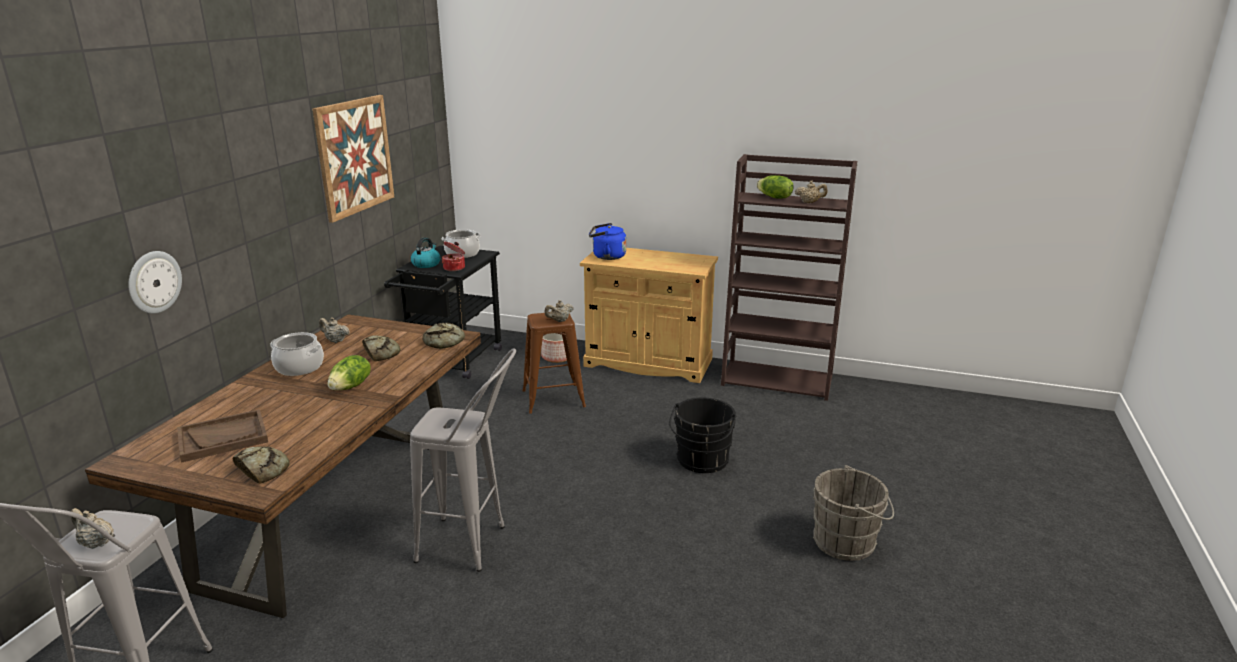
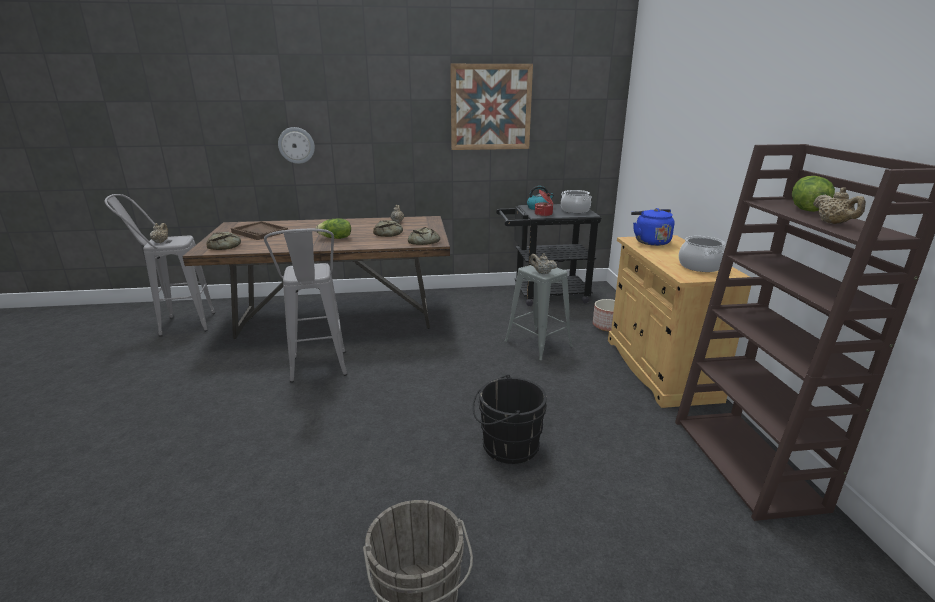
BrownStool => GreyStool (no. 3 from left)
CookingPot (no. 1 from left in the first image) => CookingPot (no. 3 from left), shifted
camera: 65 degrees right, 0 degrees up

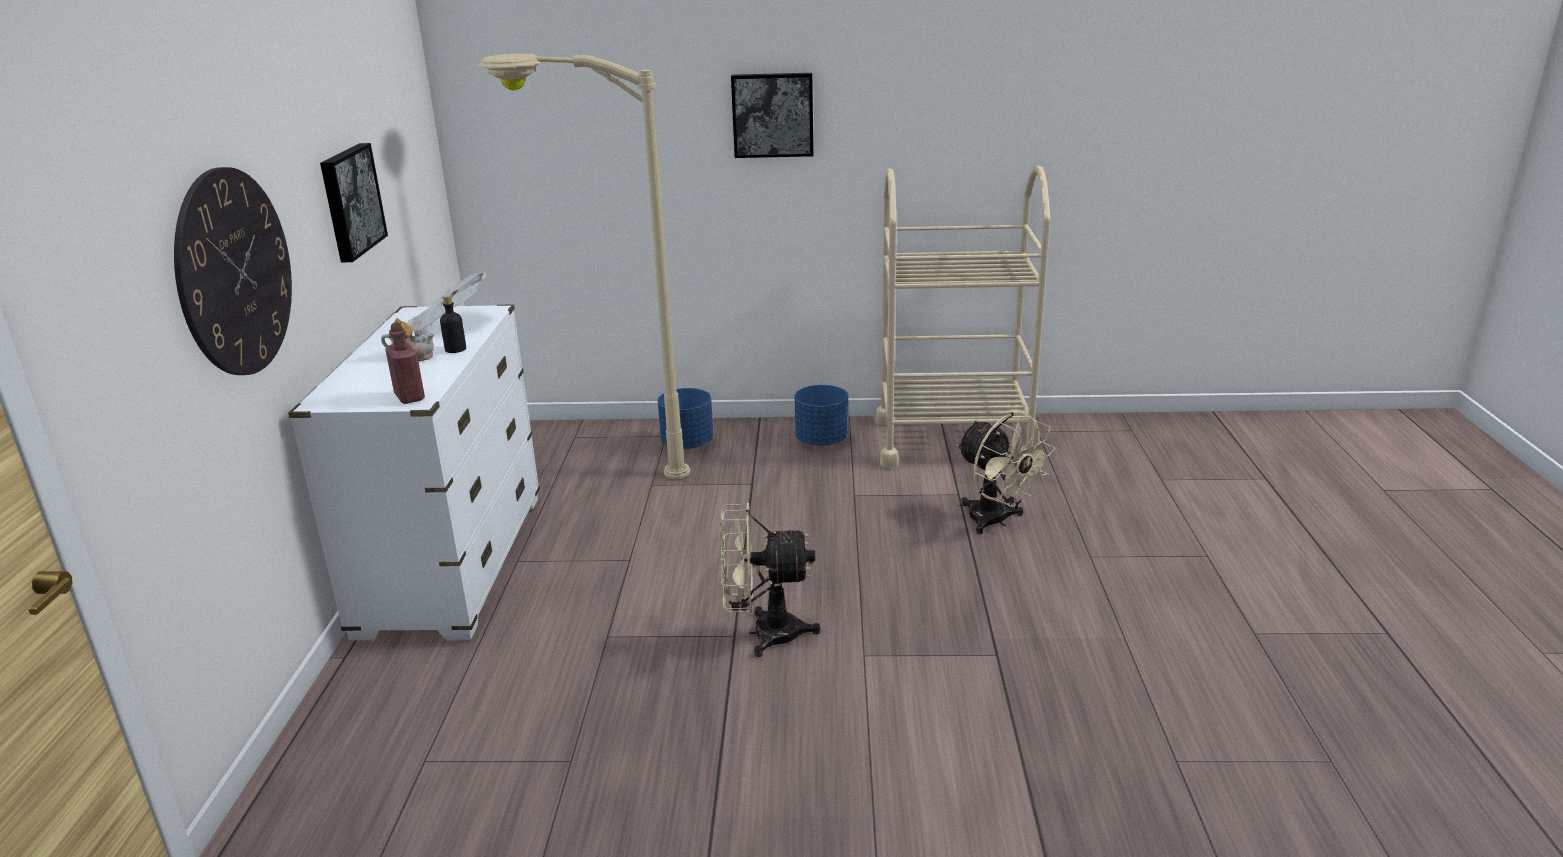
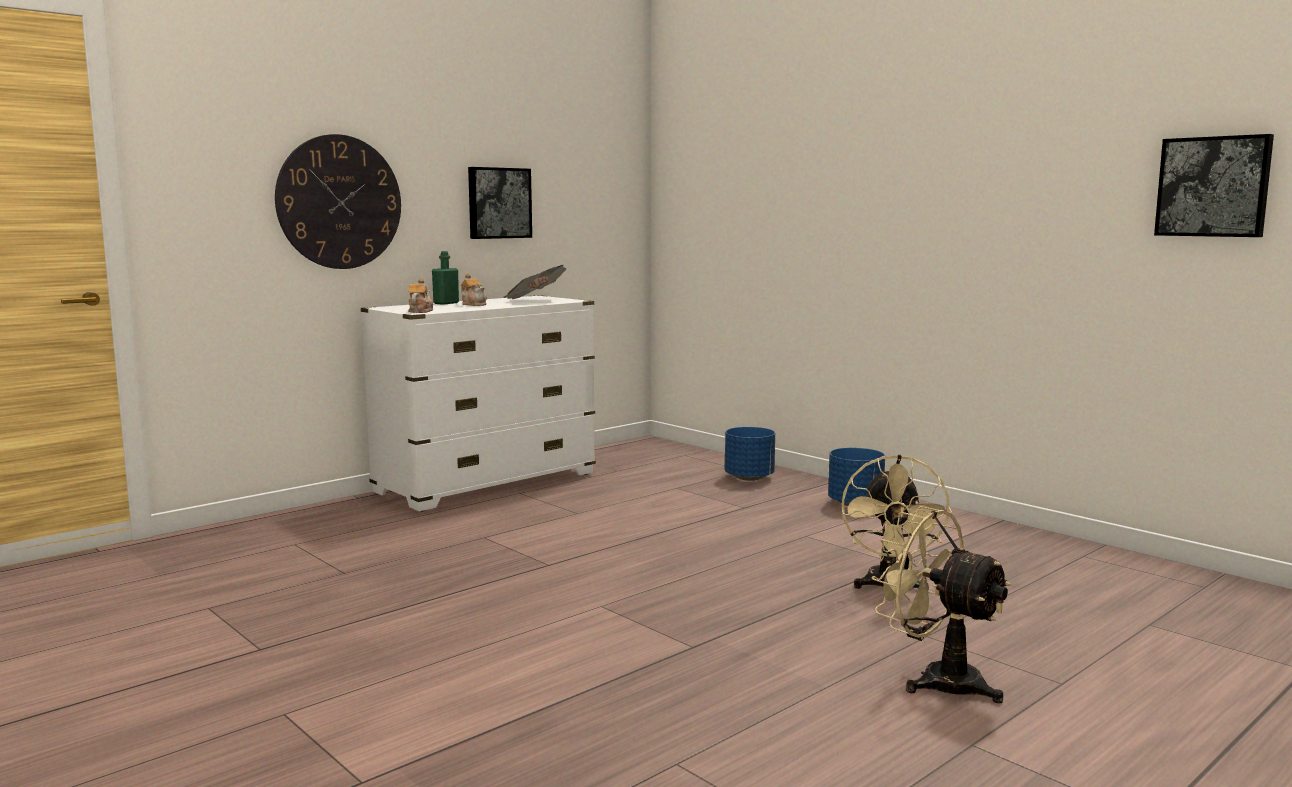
BeigeFloorLamp => nothing
Picture (no. 2 from left), shifted
BeigeCart => nothing
BlackBottle => nothing
RedBottle => Teapot (no. 1 from left)
BeigeFan (no. 1 from left in the first image) => BeigeFan (no. 2 from left), shifted
nothing => GreenBottle
camera: 45 degrees right, 15 degrees down

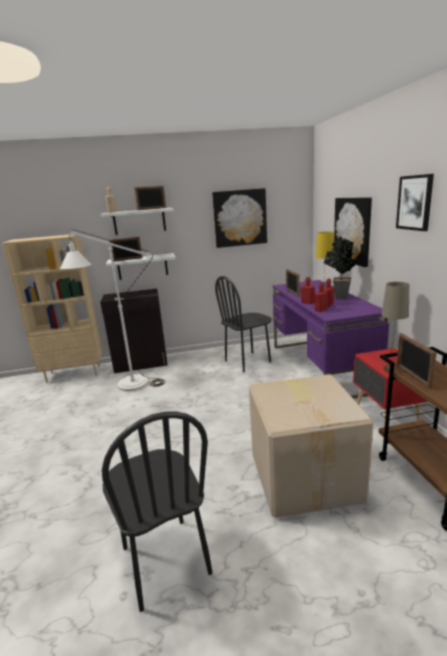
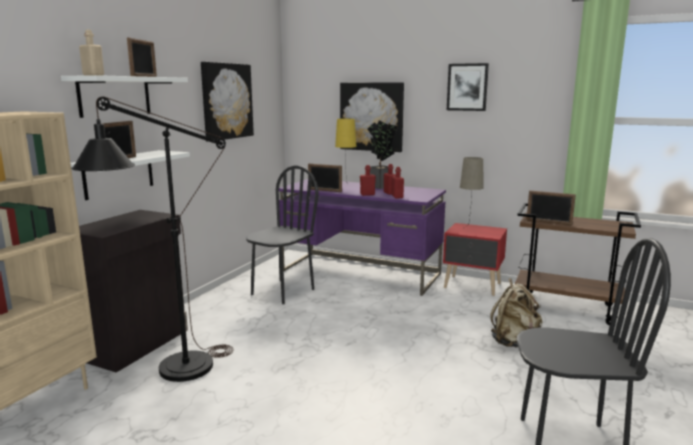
WhiteFloorLamp => BlackFloorLamp
BlackChair (no. 2 from left in the first image) => BlackChair (no. 1 from left), 150 degrees counterclockwise
CardboardBox => BeigeBackpack
camera: 55 degrees left, 5 degrees down

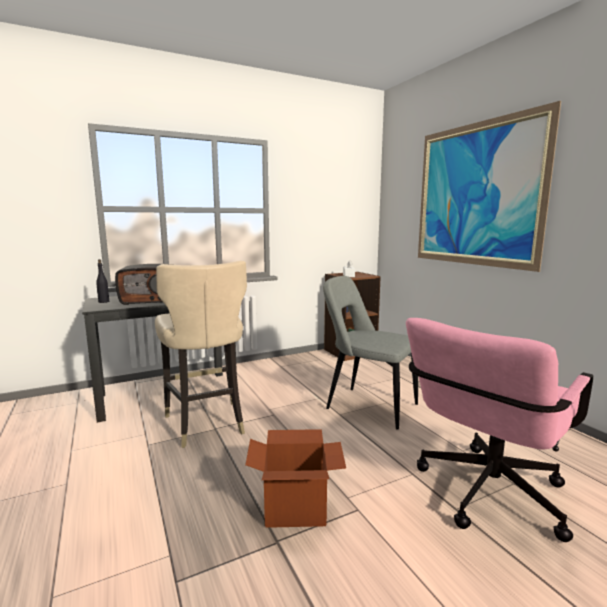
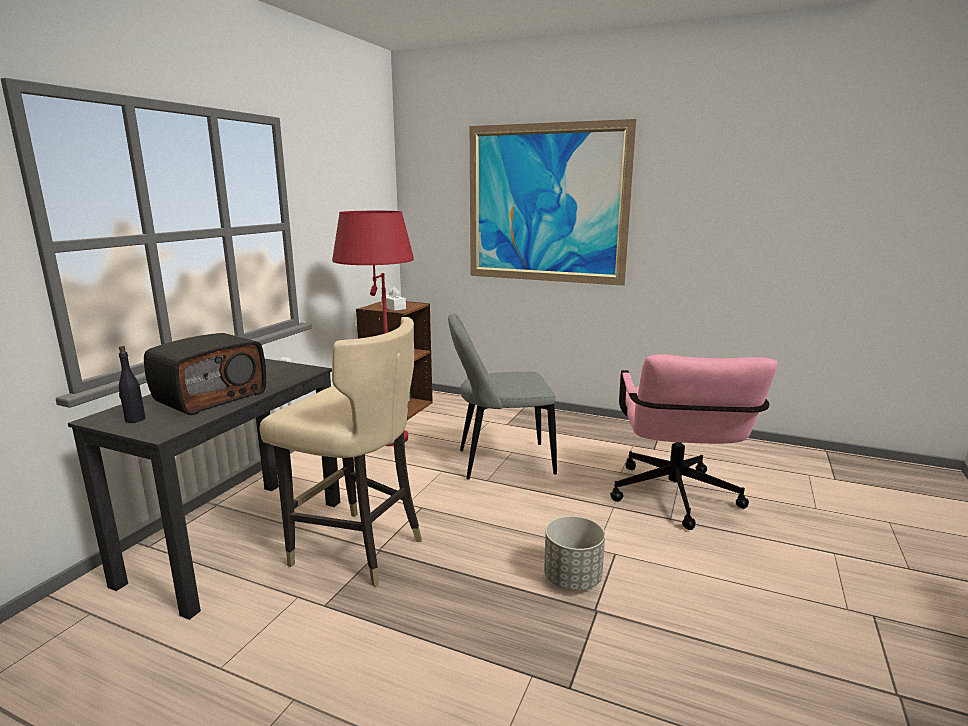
CardboardBox => GreyPlanter
nothing => RedFloorLamp
camera: 40 degrees left, 5 degrees up

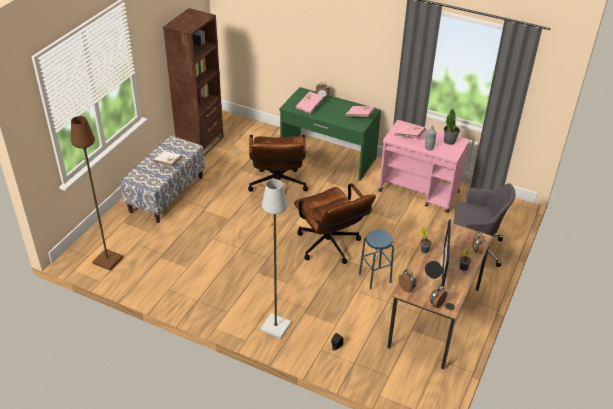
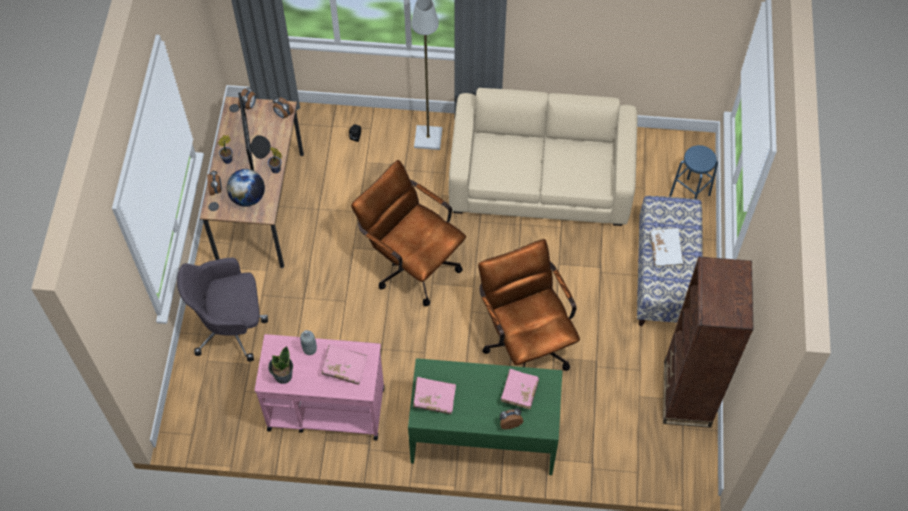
BrownFloorLamp => nothing
BlueStool, shifted
nothing => BeigeSofa
nothing => Globe
camera: 160 degrees right, 20 degrees up

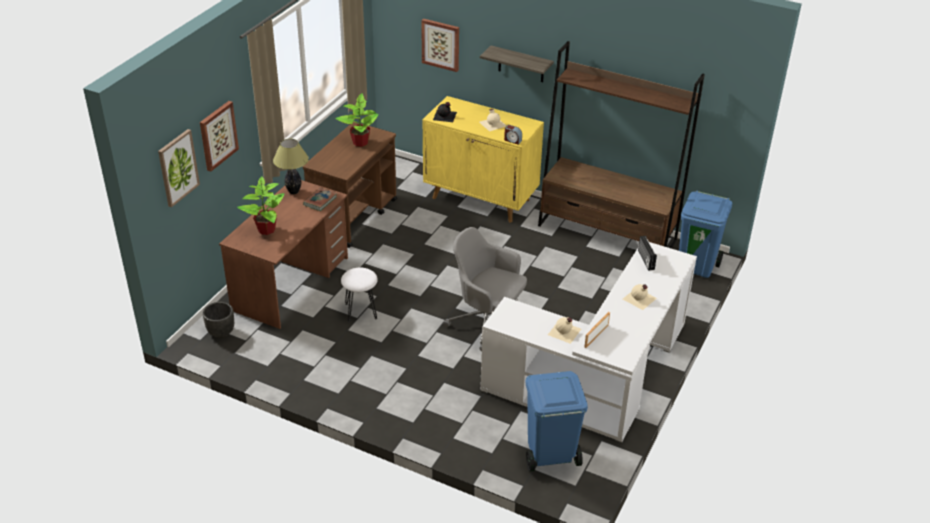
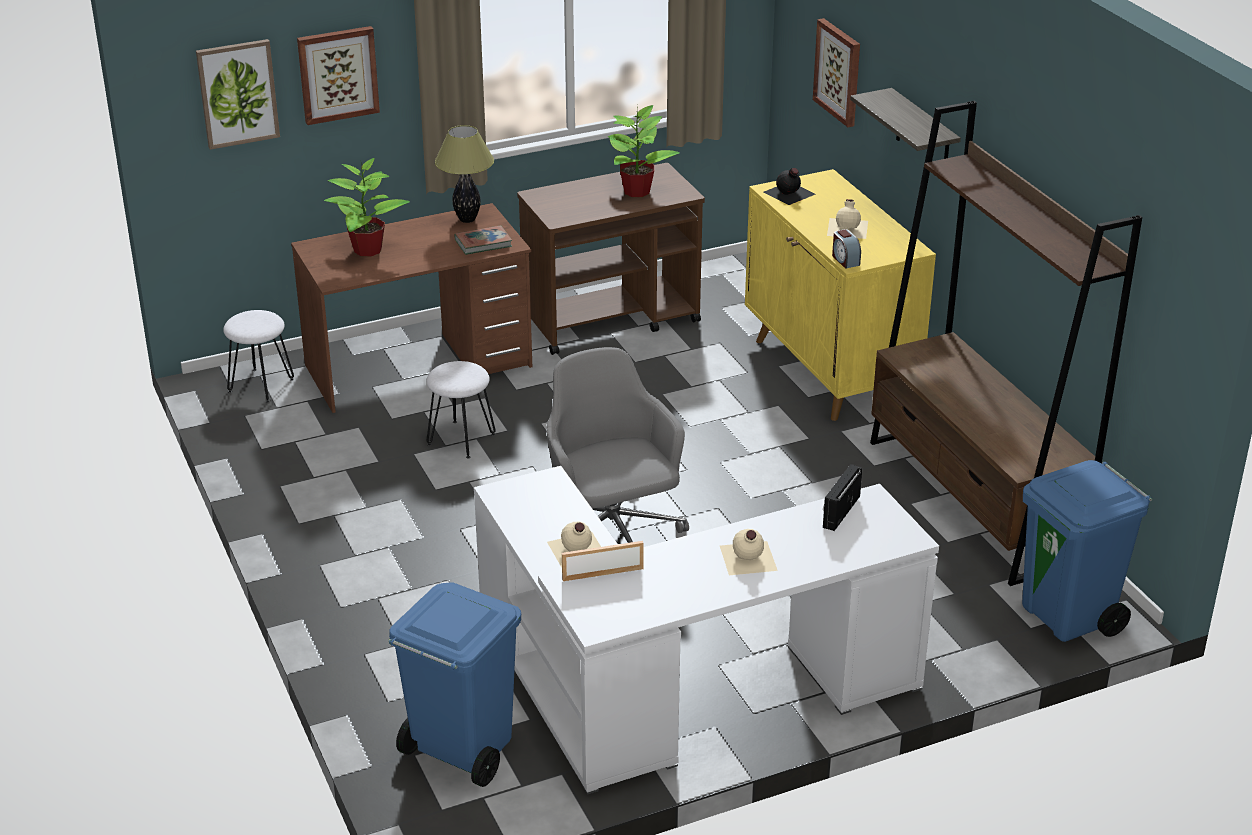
BlackPlanter => WhiteStool (no. 1 from left)
camera: 40 degrees right, 5 degrees down

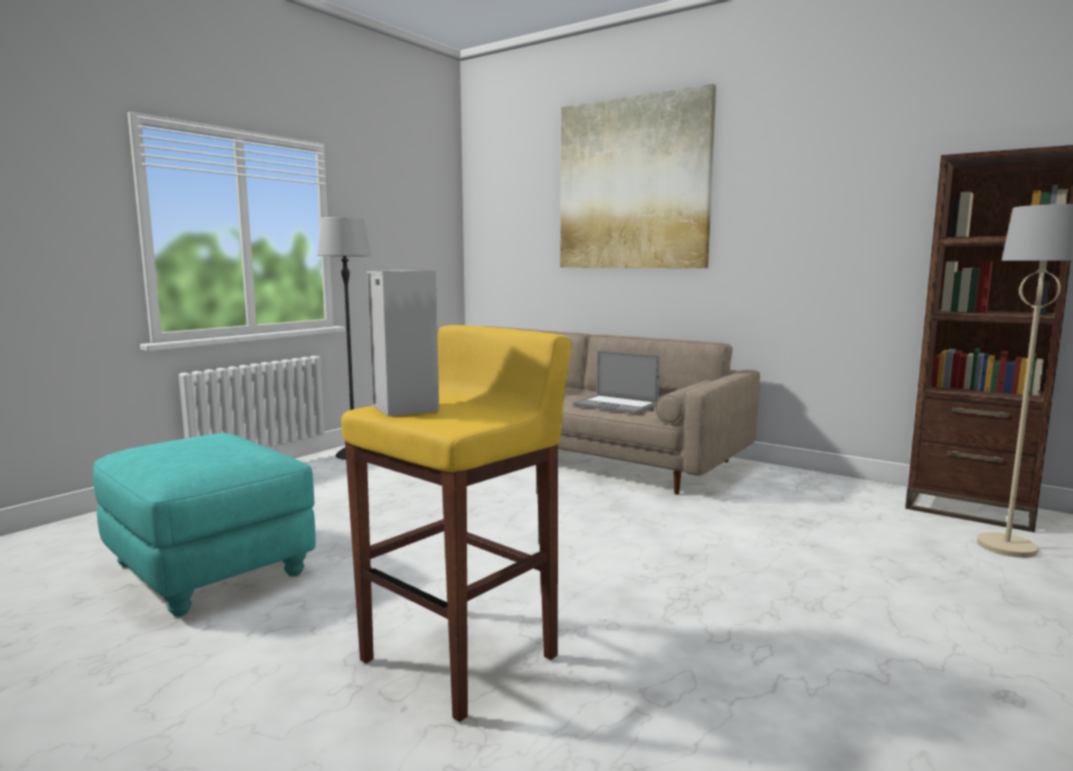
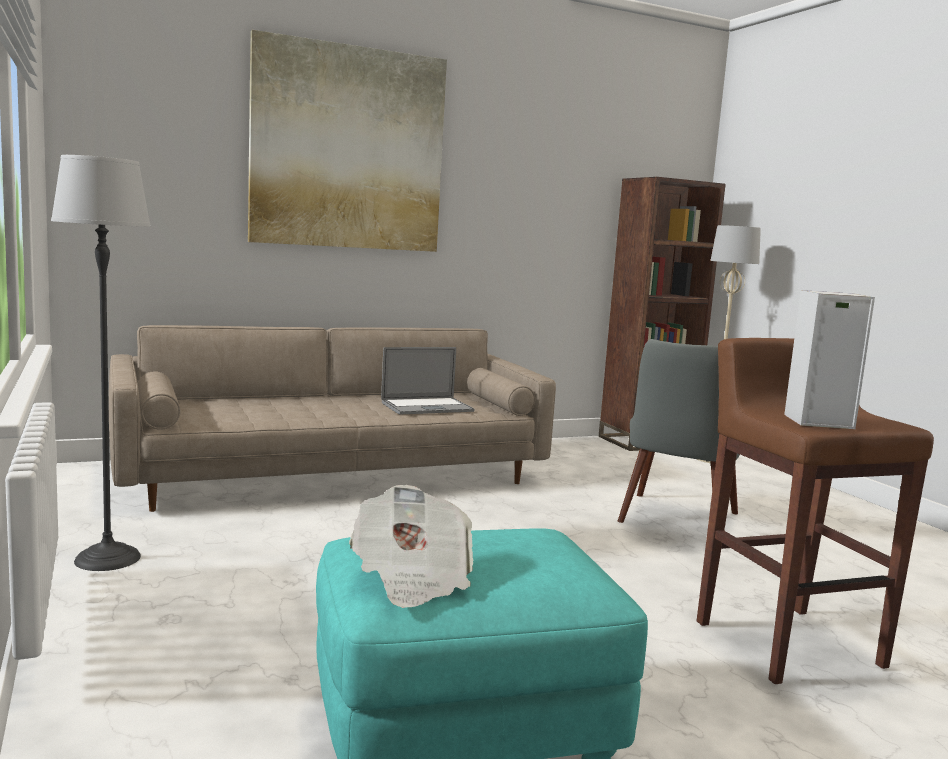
YellowStool => BrownStool
nothing => GreyChair
nothing => Newspaper
camera: 60 degrees left, 0 degrees up

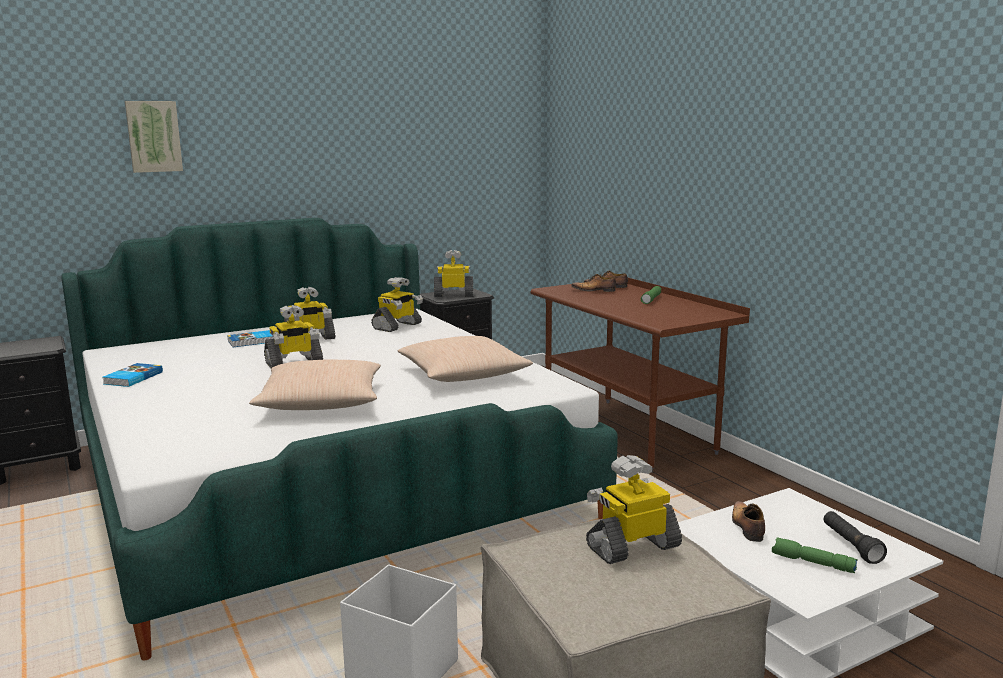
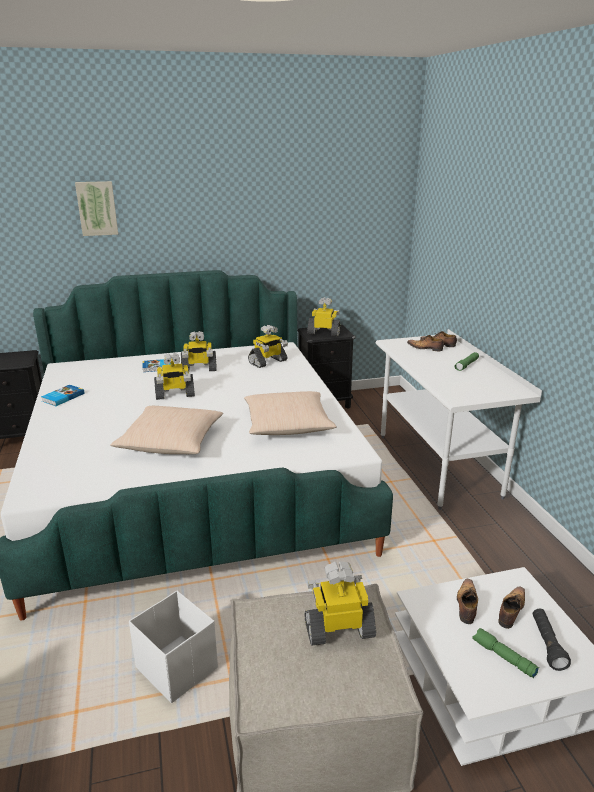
BrownDesk => WhiteDesk
nothing => Shoe (no. 4 from left)
camera: 15 degrees right, 10 degrees up

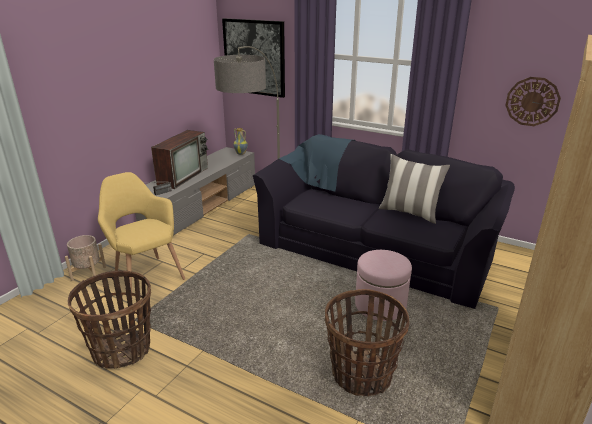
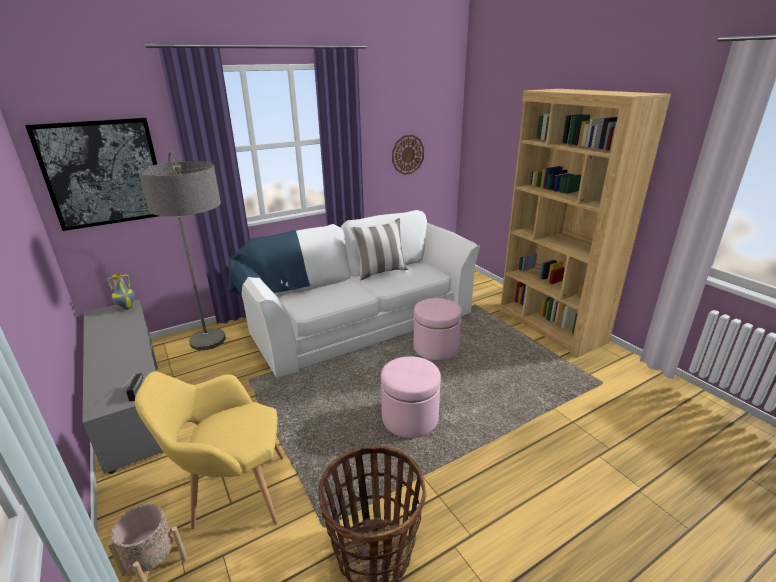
Television => nothing
BlackSofa => WhiteSofa
Basket (no. 2 from left) => nothing
nothing => PinkOttoman (no. 1 from left)
camera: 60 degrees left, 0 degrees up

